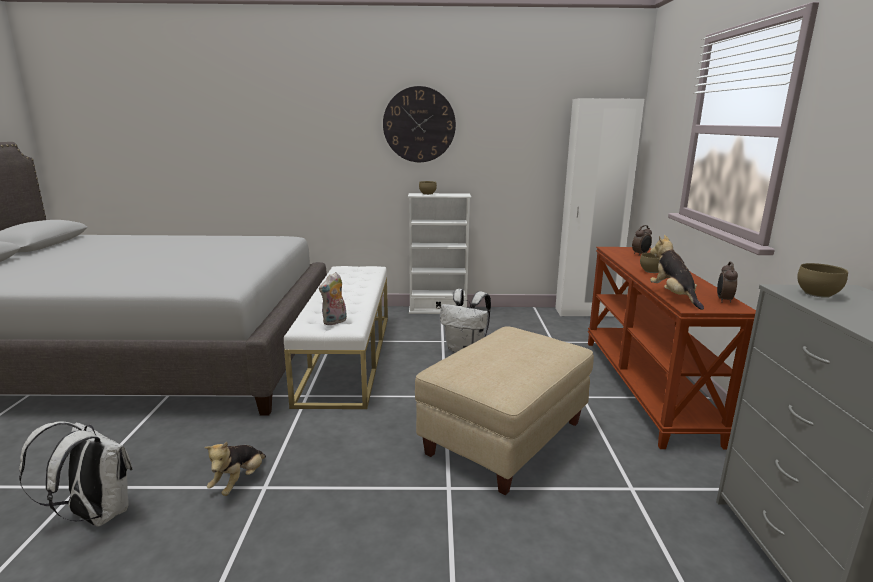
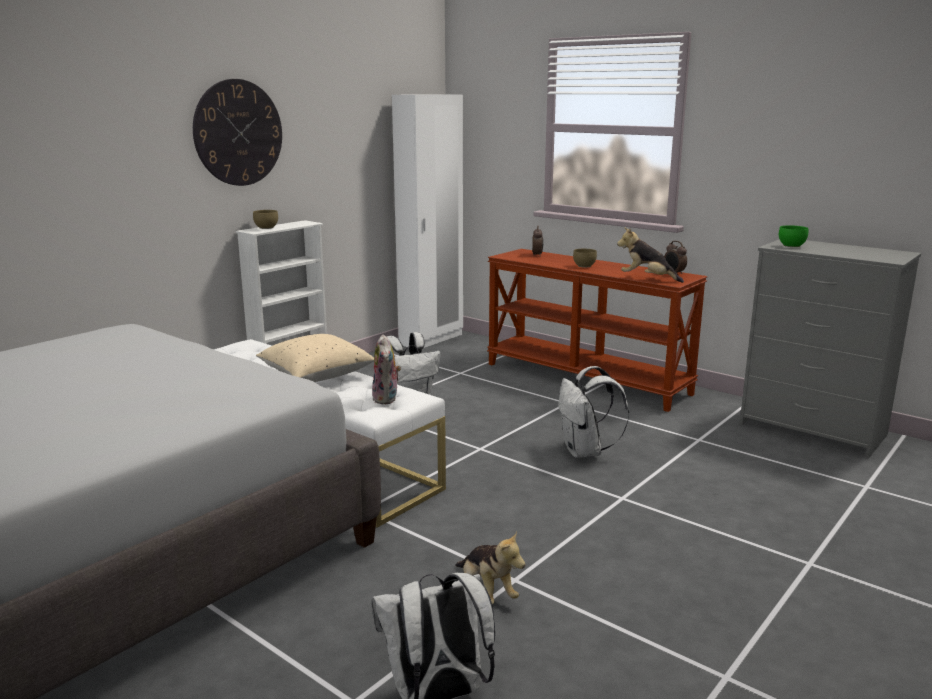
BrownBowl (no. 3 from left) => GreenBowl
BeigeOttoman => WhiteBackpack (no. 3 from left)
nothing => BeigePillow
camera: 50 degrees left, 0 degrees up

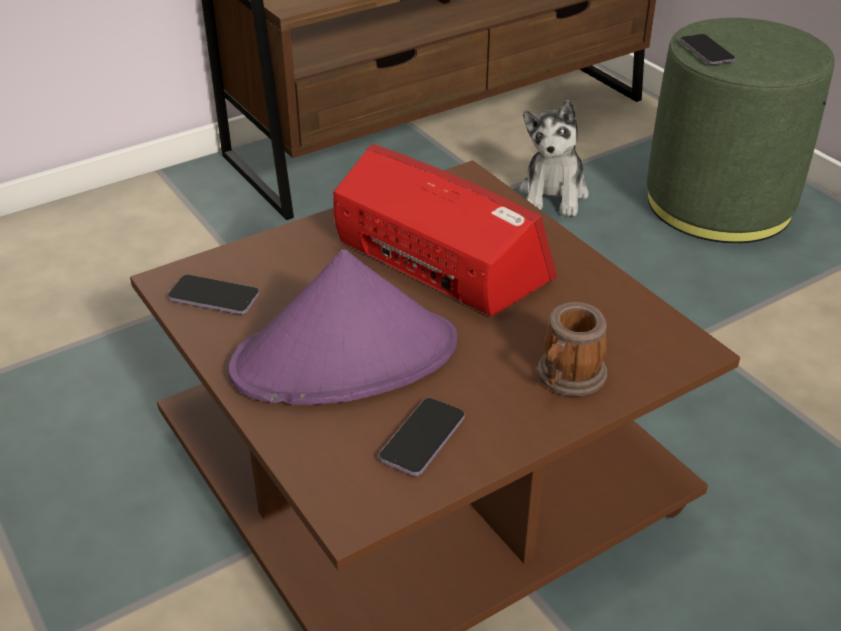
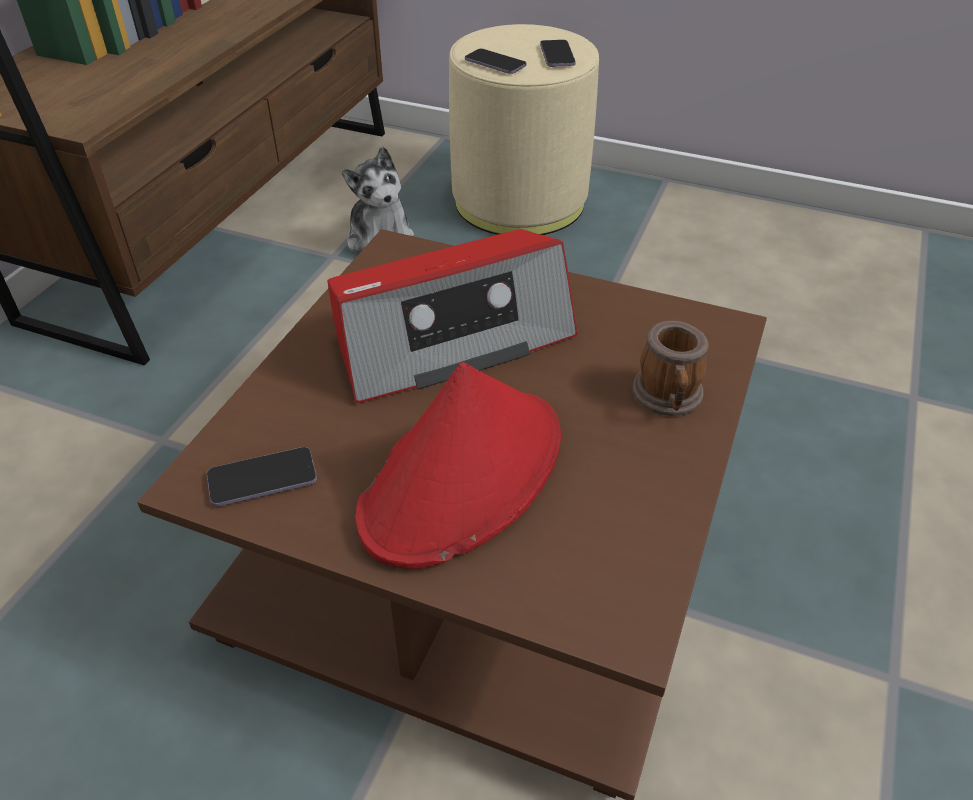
GreenOttoman => BeigeOttoman
Radio, 150 degrees clockwise
PurpleHat => RedHat
Phone (no. 2 from left in the first image) => Phone (no. 3 from left), shifted
camera: 35 degrees left, 5 degrees up

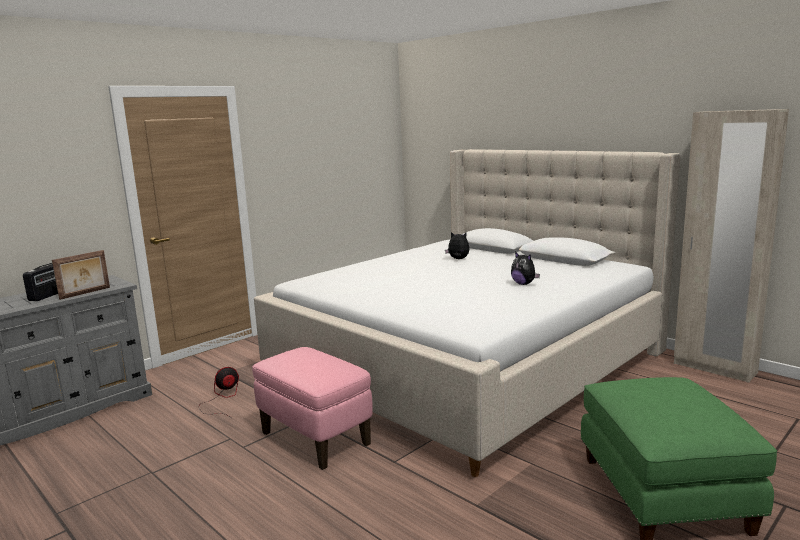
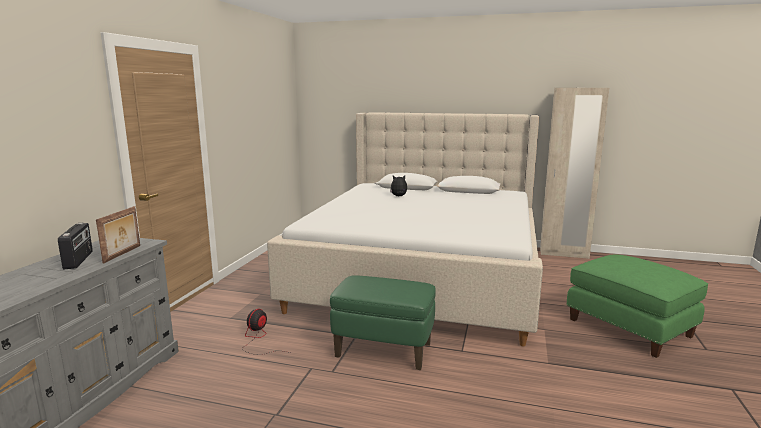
PlushToy (no. 2 from left) => nothing
PinkOttoman => GreenOttoman (no. 1 from left)
camera: 30 degrees left, 0 degrees up

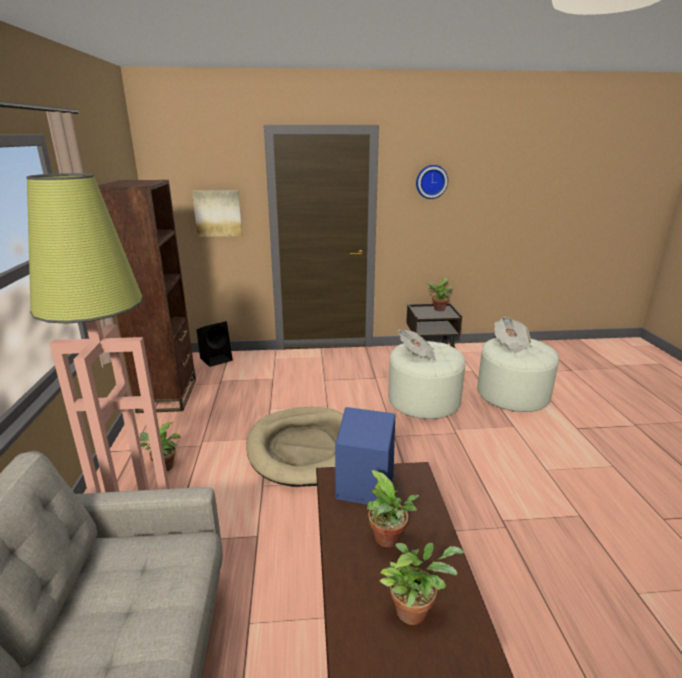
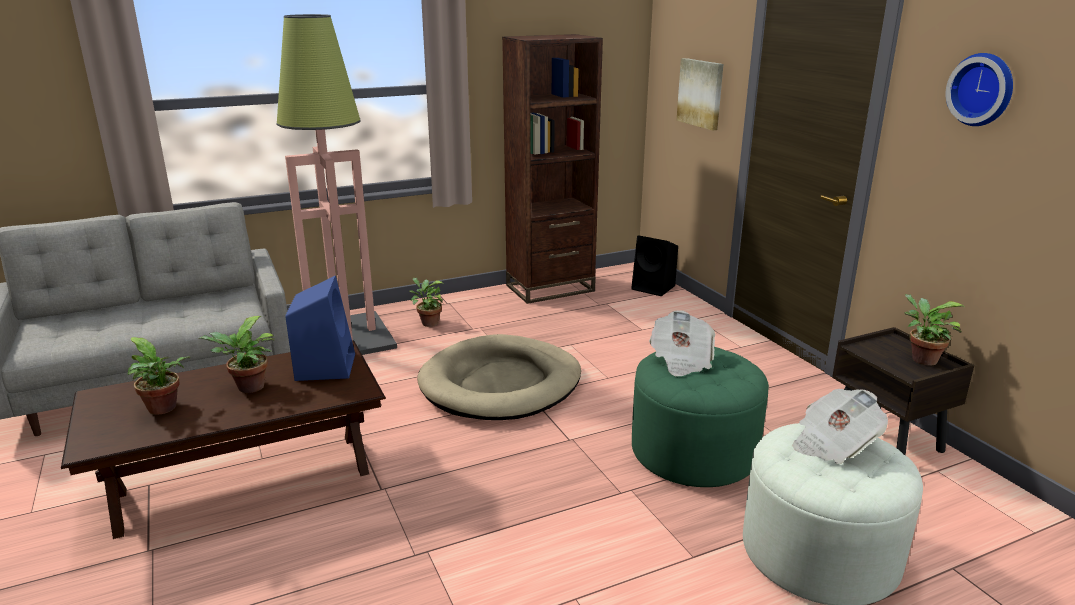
WhiteOttoman (no. 1 from left) => GreenOttoman
camera: 70 degrees right, 0 degrees up

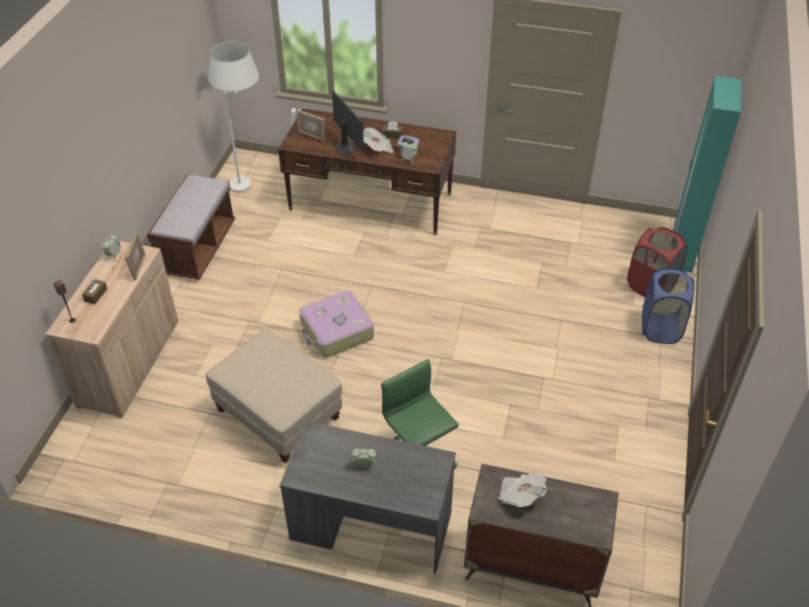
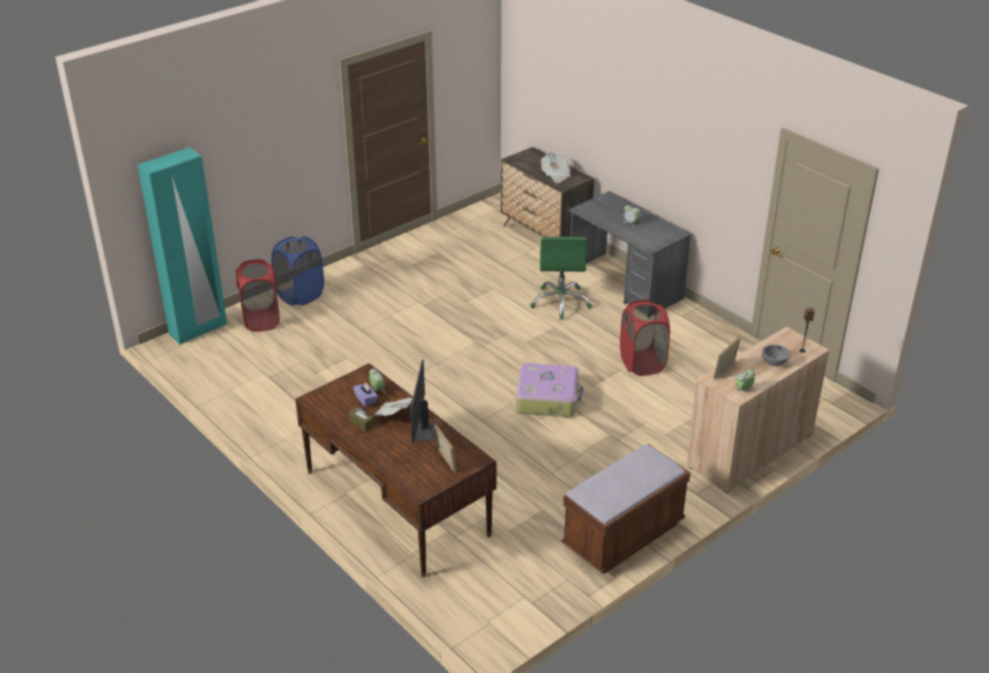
WhiteFloorLamp => nothing
BrownTissueBox (no. 1 from left) => GreyBowl
BeigeOttoman => RedLaundryBasket (no. 2 from left)
camera: 145 degrees left, 10 degrees down

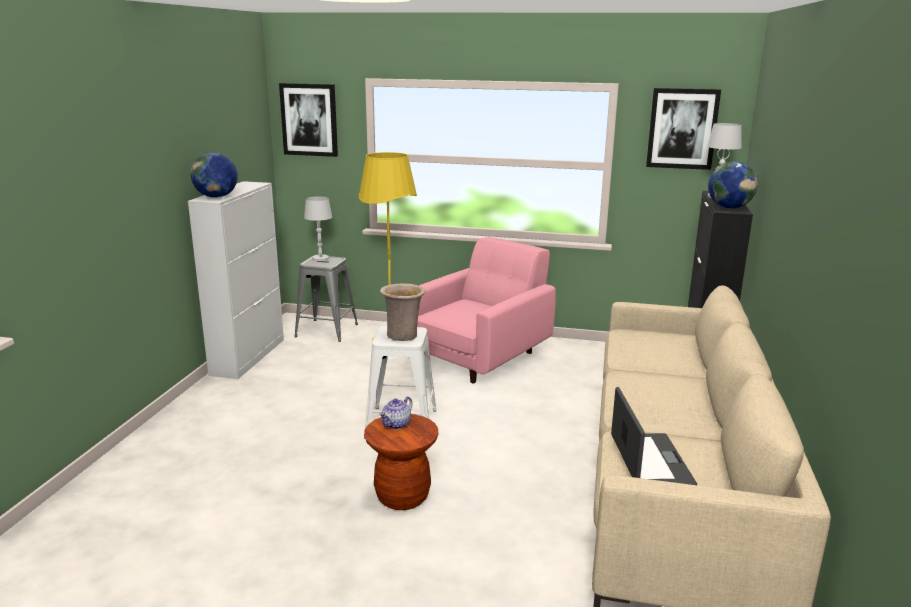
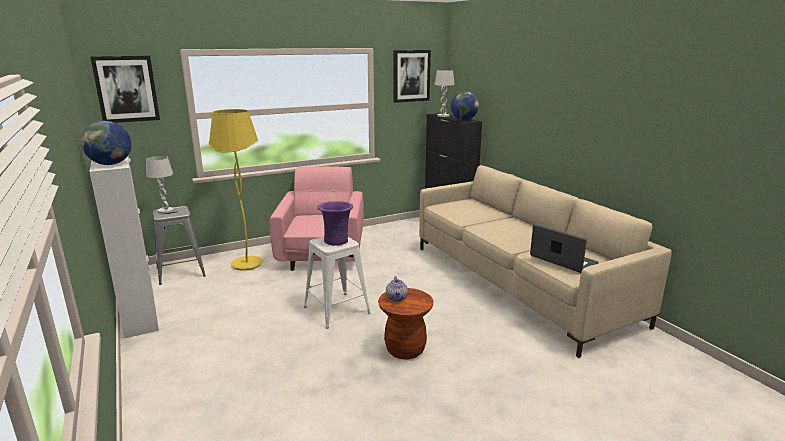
BeigeVase => PurpleVase
camera: 40 degrees left, 0 degrees up

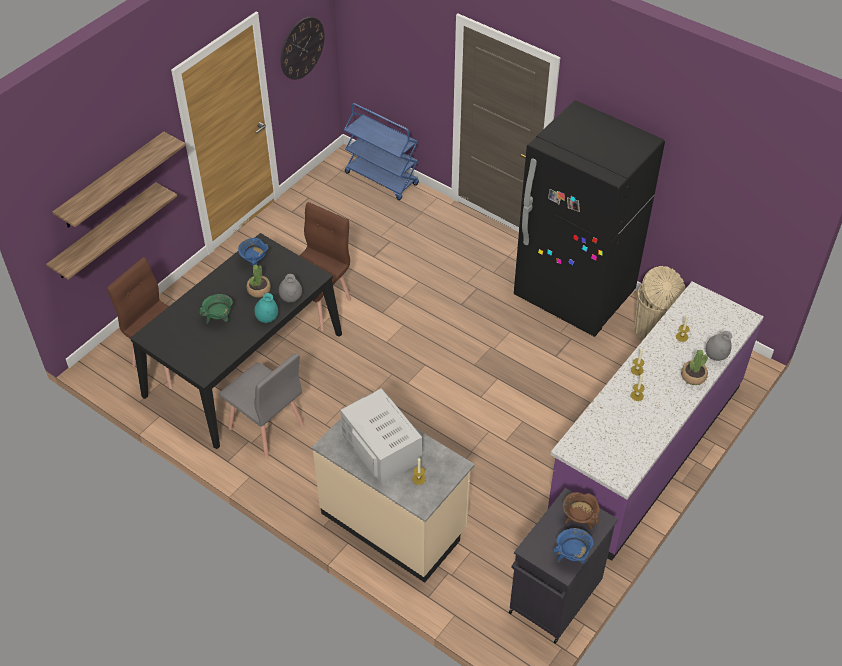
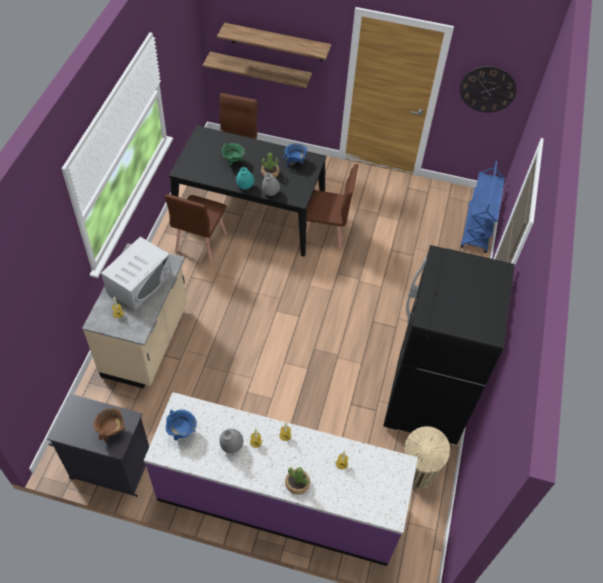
GreyVase (no. 2 from left in the first image) => GreyVase (no. 1 from left), shifted
GreyChair => BrownChair (no. 1 from left)
BlueCookingPot (no. 2 from left in the first image) => BlueCookingPot (no. 1 from left), shifted
camera: 65 degrees right, 5 degrees up

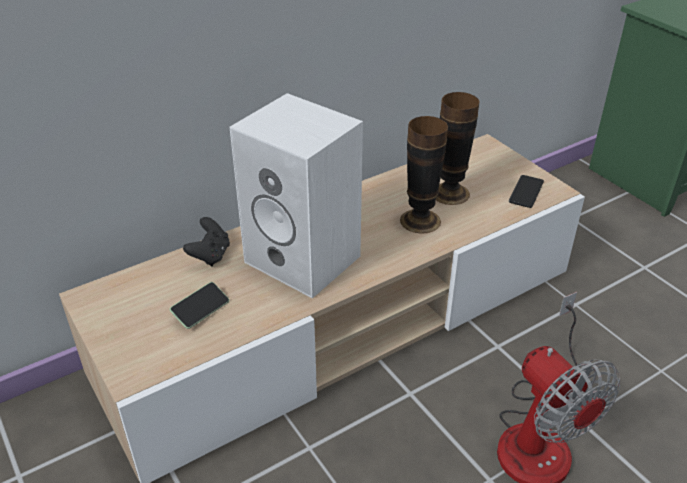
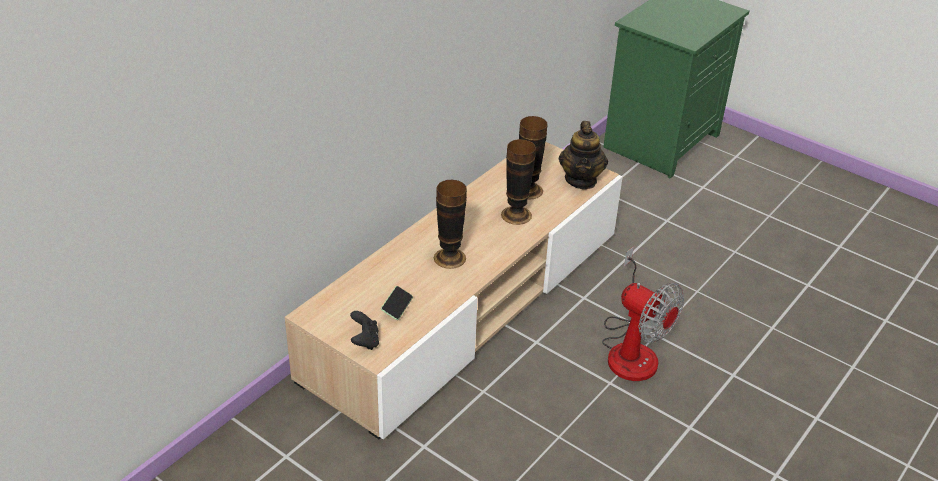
WhiteSpeaker => Vase (no. 1 from left)
Phone (no. 2 from left) => Teapot
BlackGameController, shifted
camera: 20 degrees left, 0 degrees up

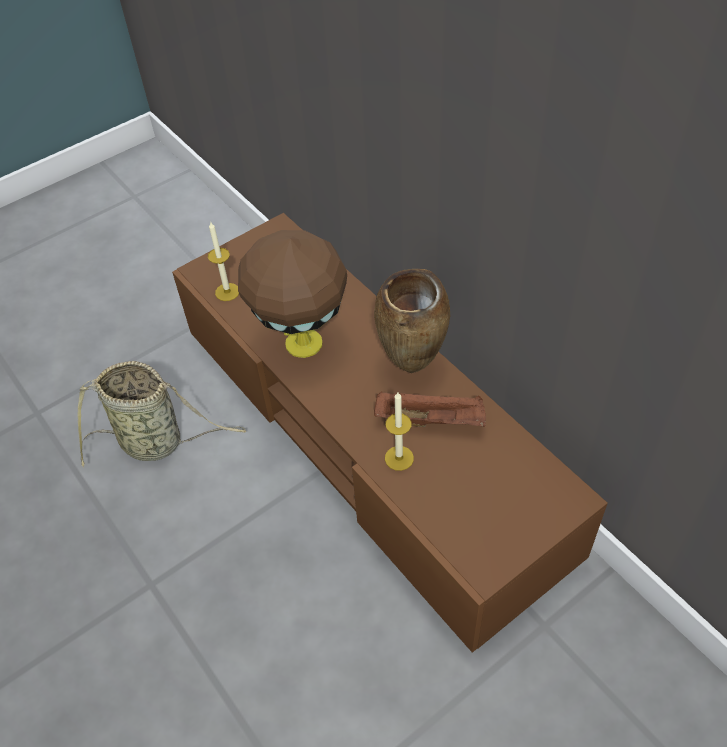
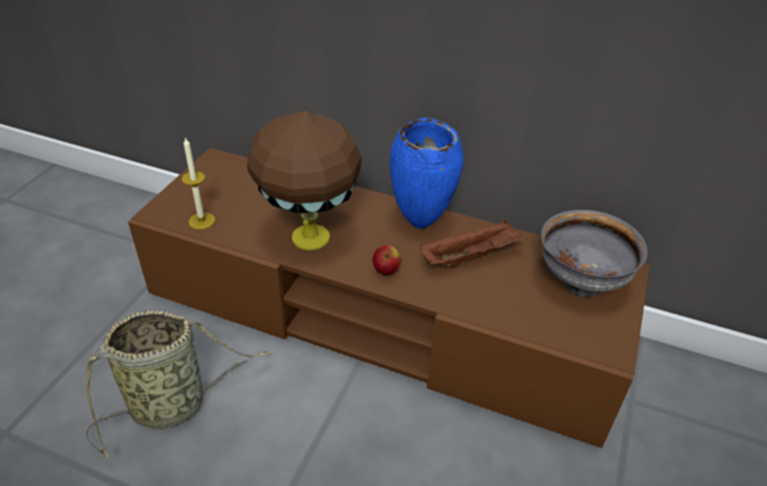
BrownVase => BlueVase
Candle (no. 2 from left) => nothing
nothing => GreyBowl
nothing => Apple
camera: 35 degrees left, 10 degrees down

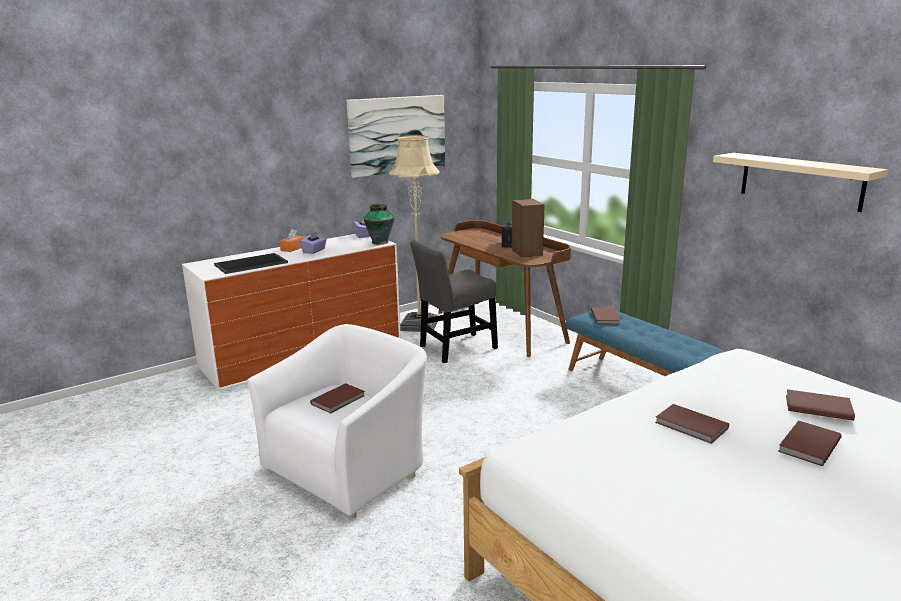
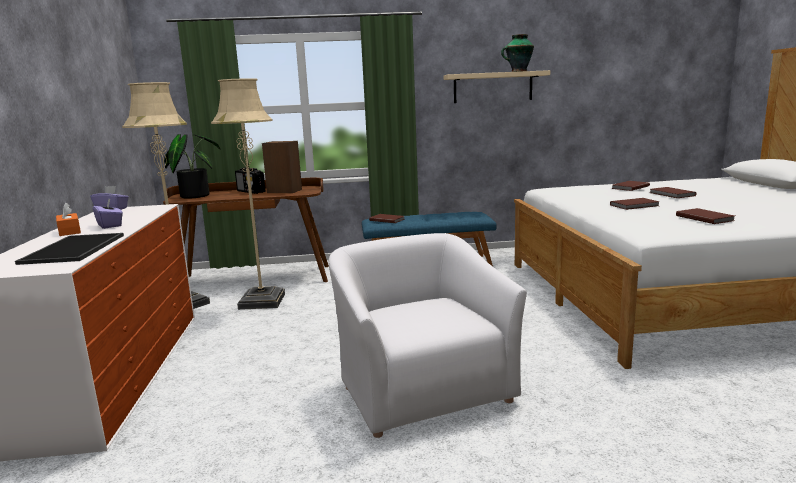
Picture => nothing
Vase, shifted
GreyChair => BeigeFloorLamp (no. 2 from left)
BrownBook (no. 1 from left in the first image) => BrownBook (no. 5 from left), shifted
nothing => PottedPlant
camera: 60 degrees left, 5 degrees down

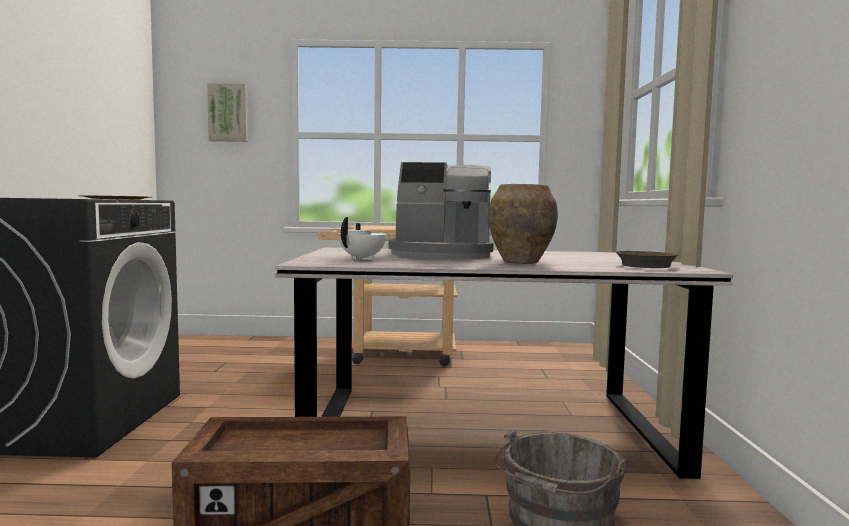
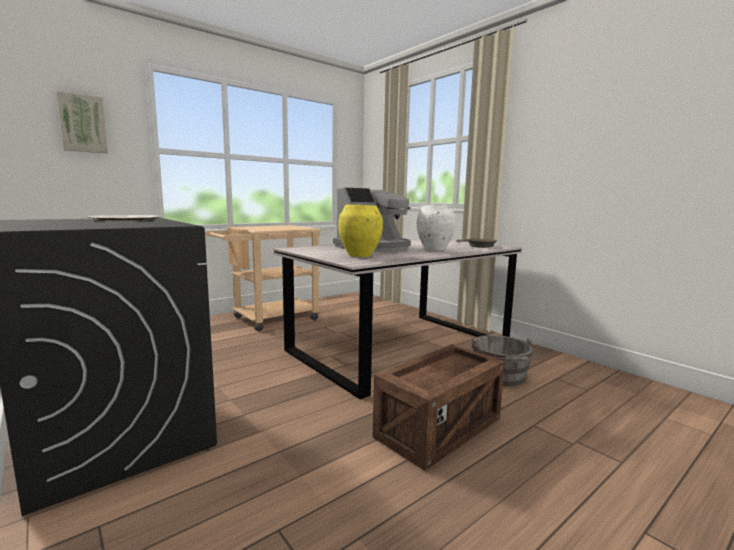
BrownVase => WhiteVase
WhiteTeapot => YellowVase
camera: 40 degrees left, 5 degrees up

